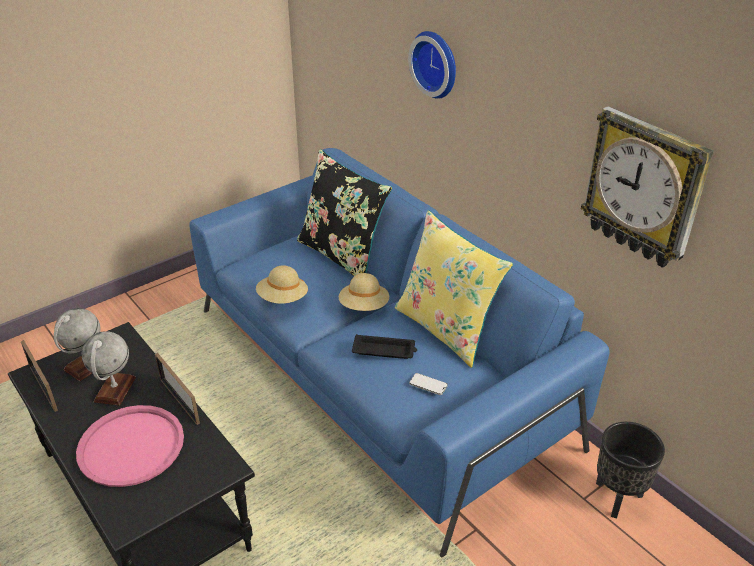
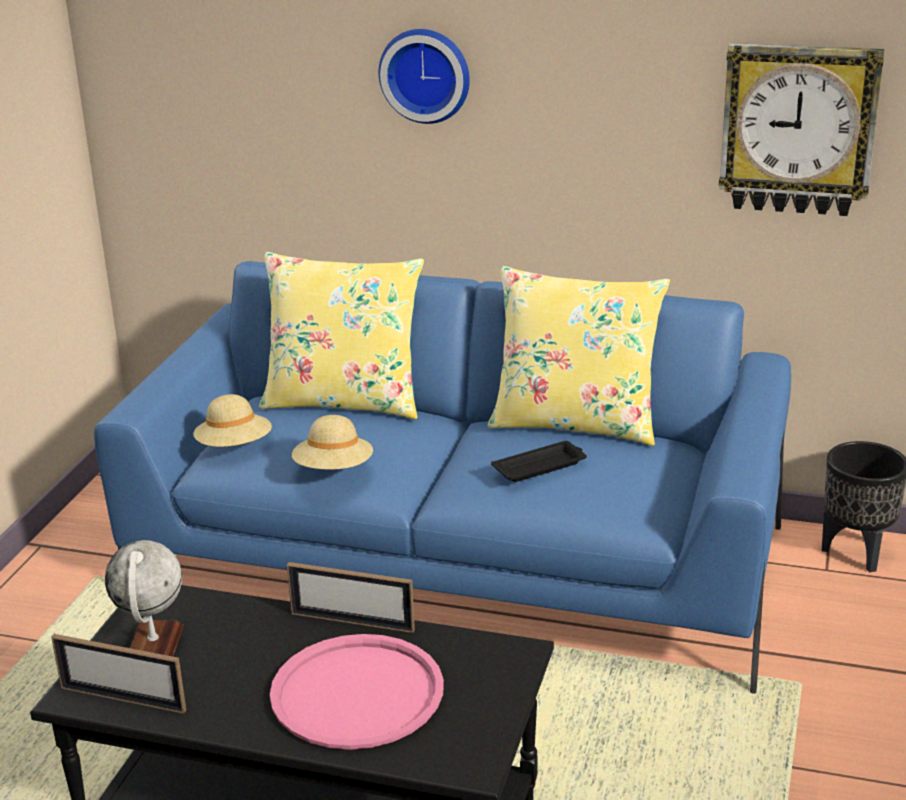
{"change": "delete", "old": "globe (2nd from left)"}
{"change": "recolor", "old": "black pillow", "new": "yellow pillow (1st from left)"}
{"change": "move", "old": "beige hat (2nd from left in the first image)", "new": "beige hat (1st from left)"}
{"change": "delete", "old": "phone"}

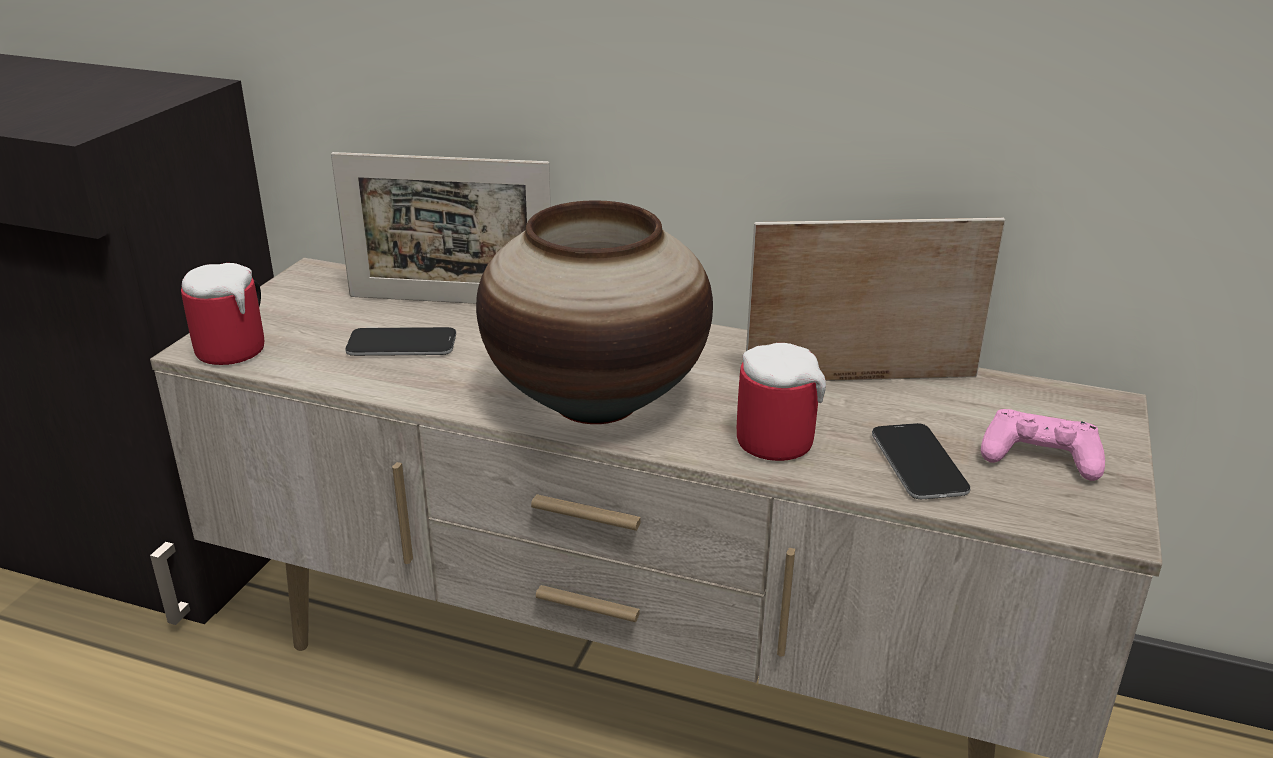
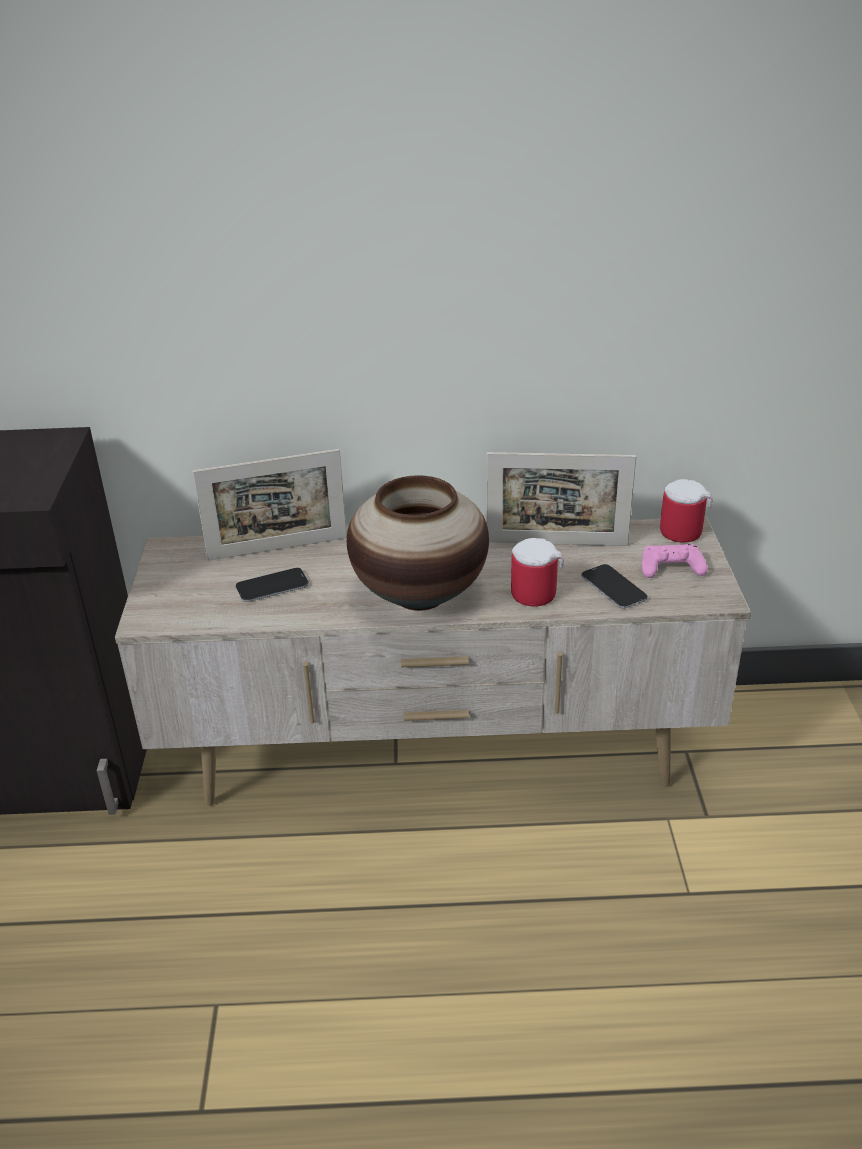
{"change": "move", "old": "mug (1st from left in the first image)", "new": "mug (2nd from left)"}
{"change": "rotate", "old": "picture frame (2nd from left)", "degrees": -150}

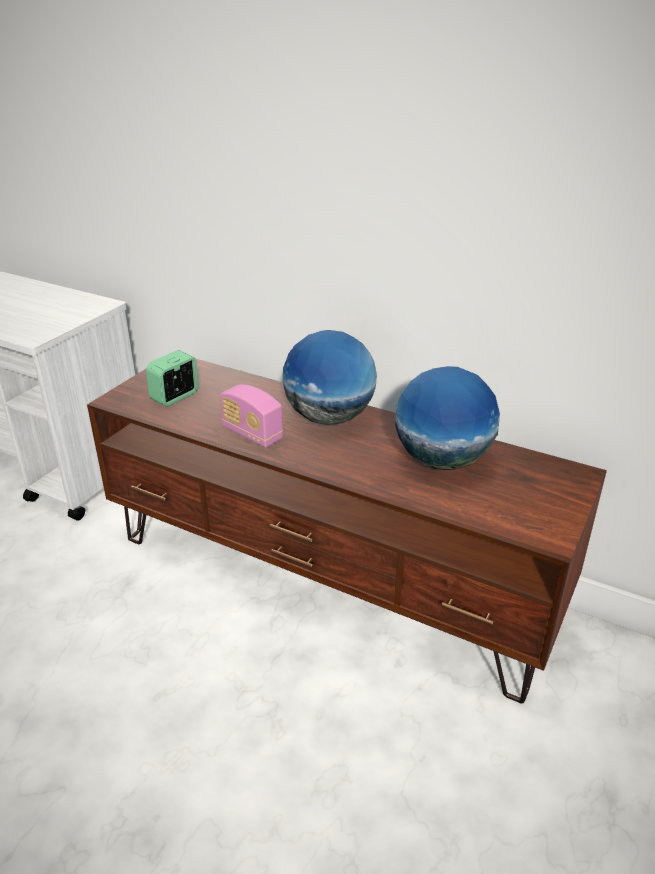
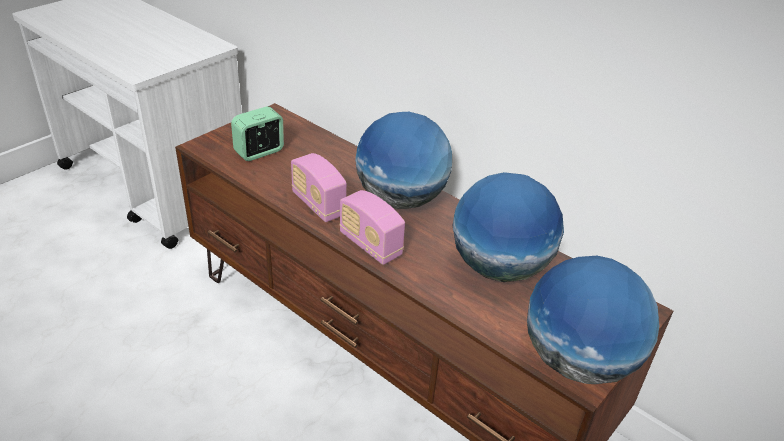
{"change": "insert", "new": "radio (2nd from left)"}
{"change": "insert", "new": "globe (3rd from left)"}

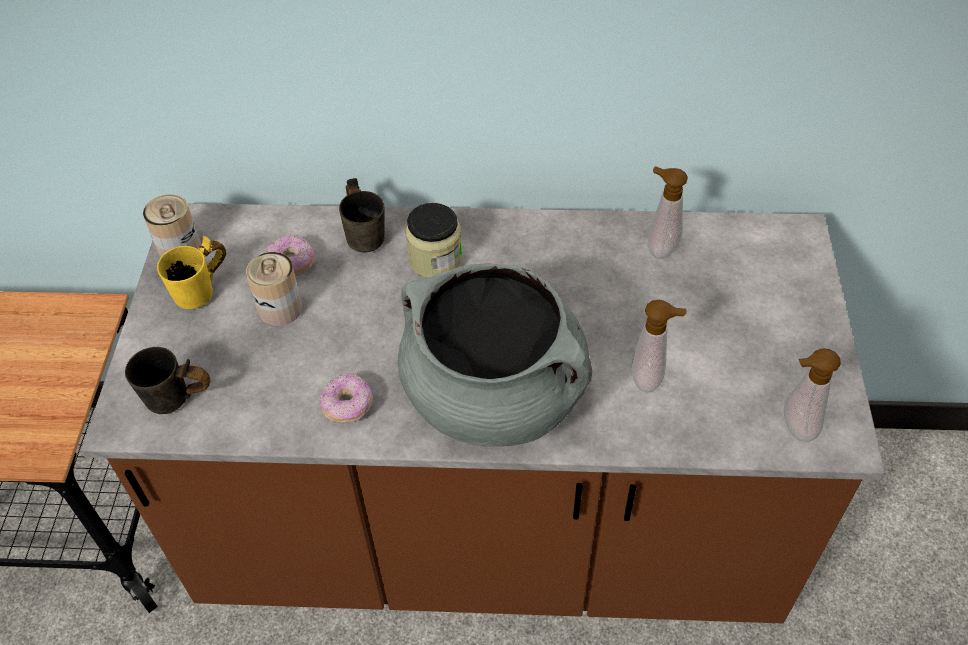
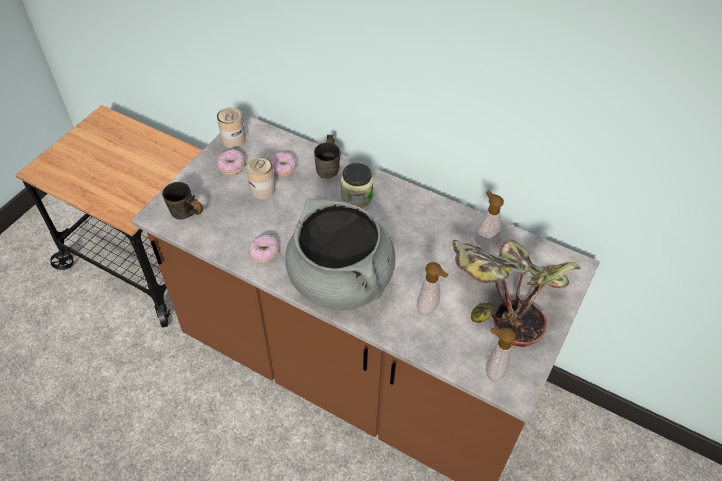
{"change": "replace", "old": "yellow mug", "new": "donut (1st from left)"}
{"change": "insert", "new": "potted plant"}

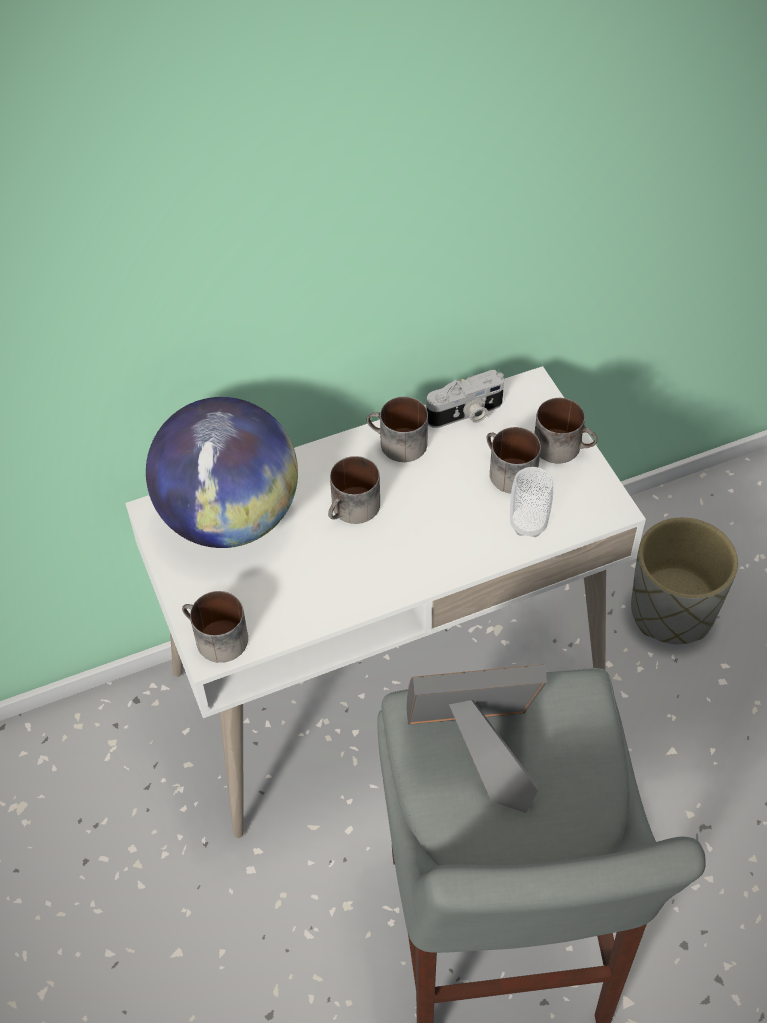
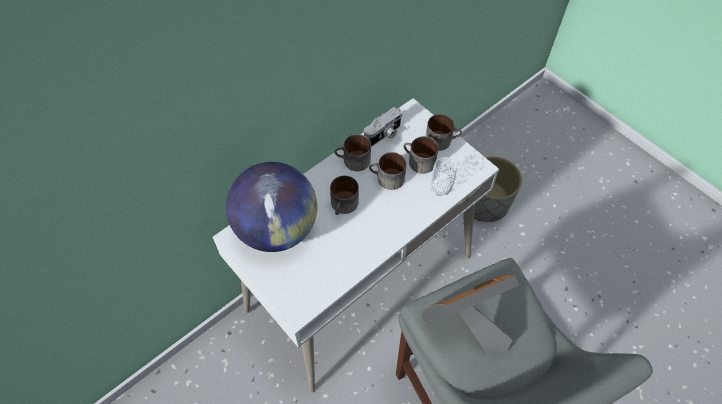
{"change": "move", "old": "mug (1st from left in the first image)", "new": "mug (3rd from left)"}

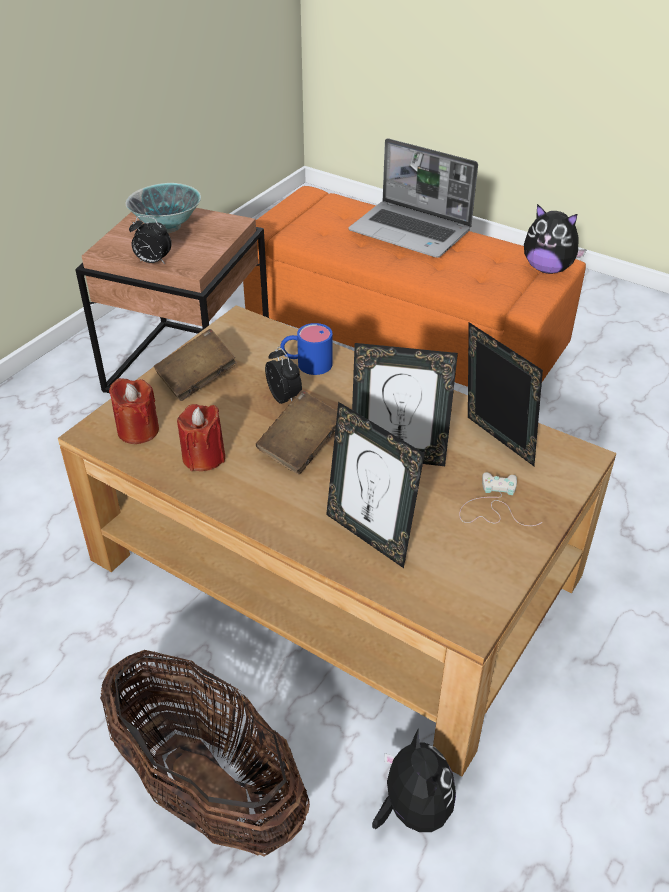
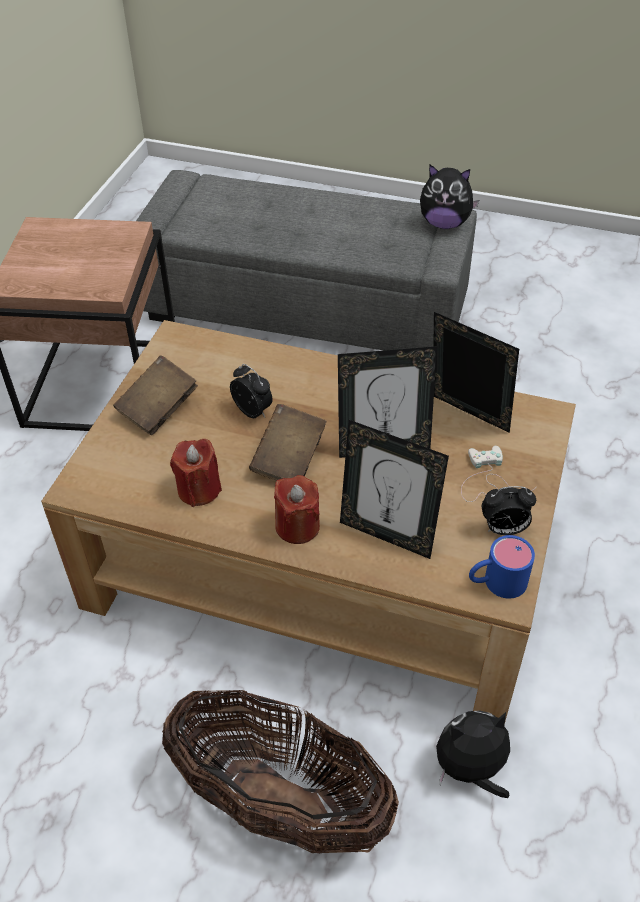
{"change": "move", "old": "red candle (1st from left in the first image)", "new": "red candle (2nd from left)"}
{"change": "delete", "old": "bowl"}
{"change": "move", "old": "alarm clock (1st from left in the first image)", "new": "alarm clock (2nd from left)"}
{"change": "recolor", "old": "orange ottoman", "new": "grey ottoman"}
{"change": "move", "old": "blue mug"}
{"change": "delete", "old": "laptop"}
{"change": "rotate", "old": "plush toy (1st from left in the first image)", "degrees": -75}

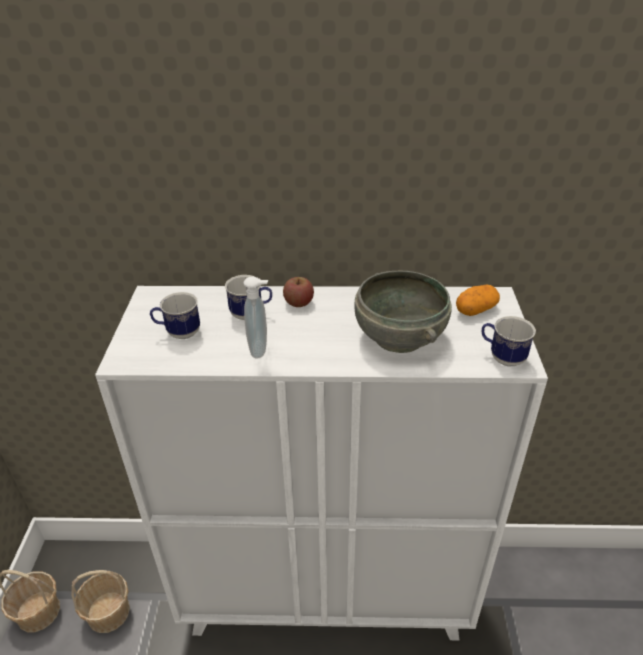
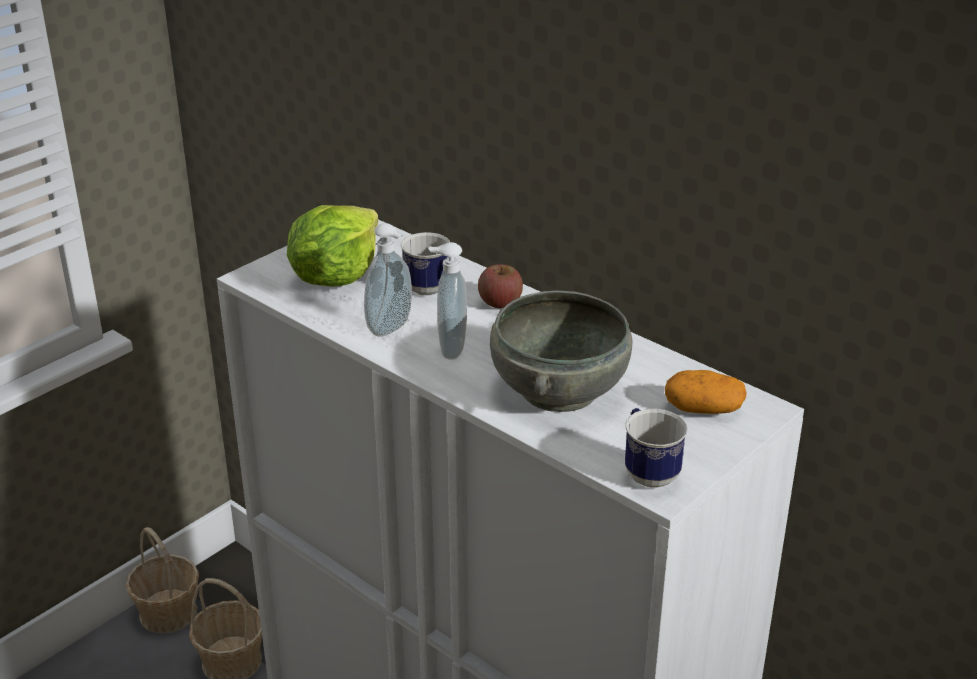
{"change": "replace", "old": "mug (1st from left)", "new": "lettuce"}
{"change": "insert", "new": "soap dispenser (2nd from left)"}

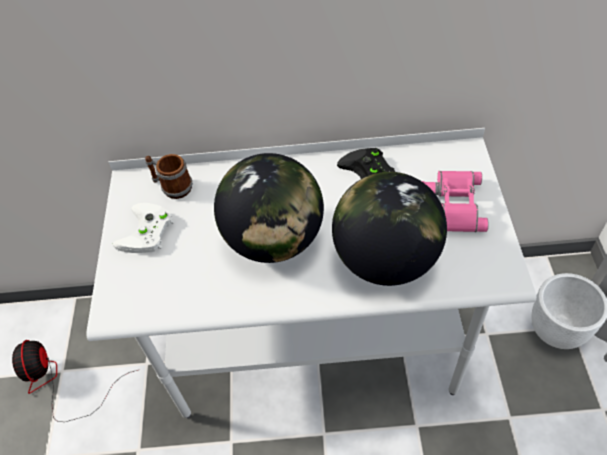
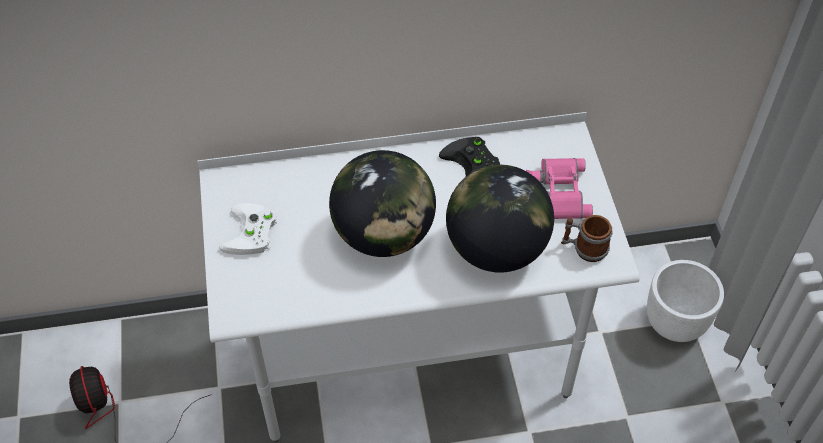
{"change": "move", "old": "mug"}

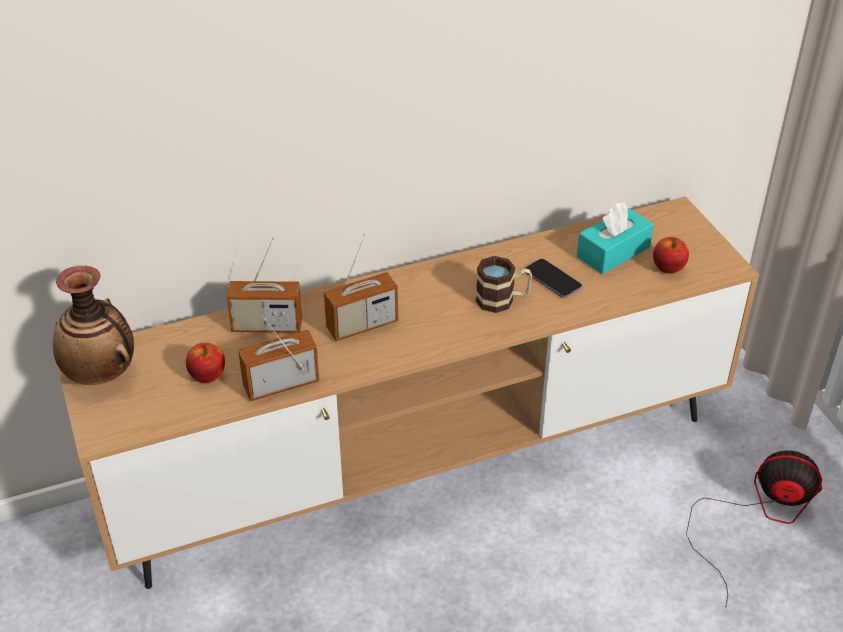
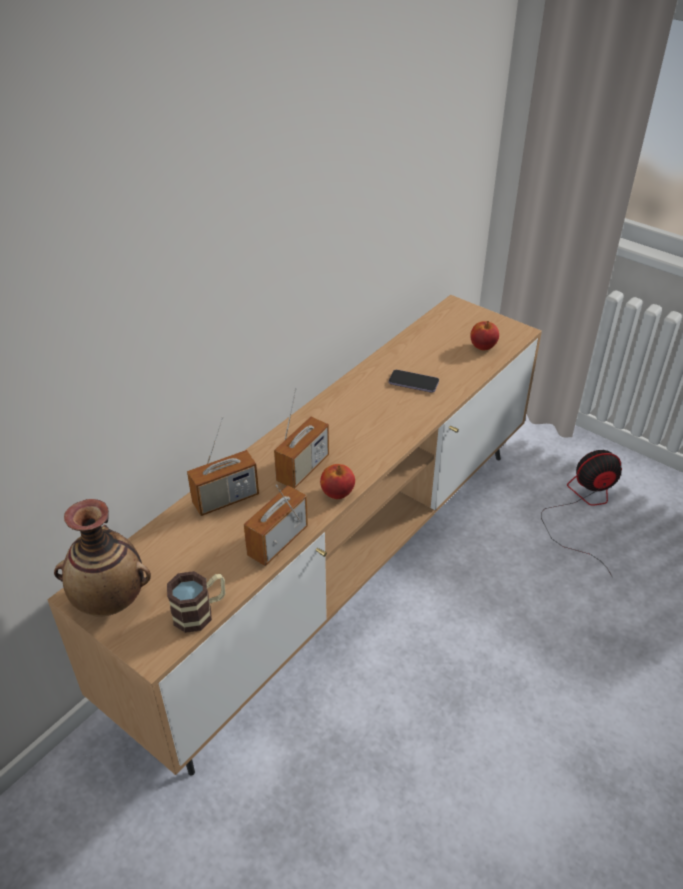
{"change": "move", "old": "apple (1st from left)"}
{"change": "move", "old": "mug"}
{"change": "delete", "old": "turquoise tissue box"}

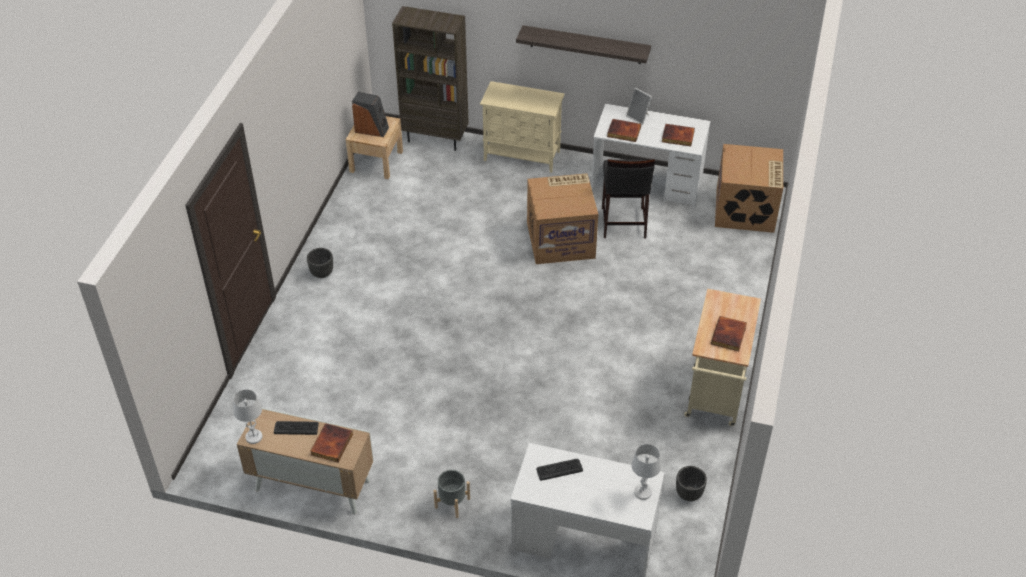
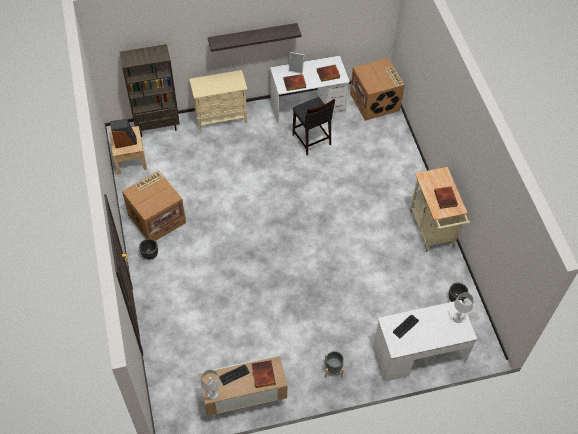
{"change": "move", "old": "cardboard box (1st from left)"}

